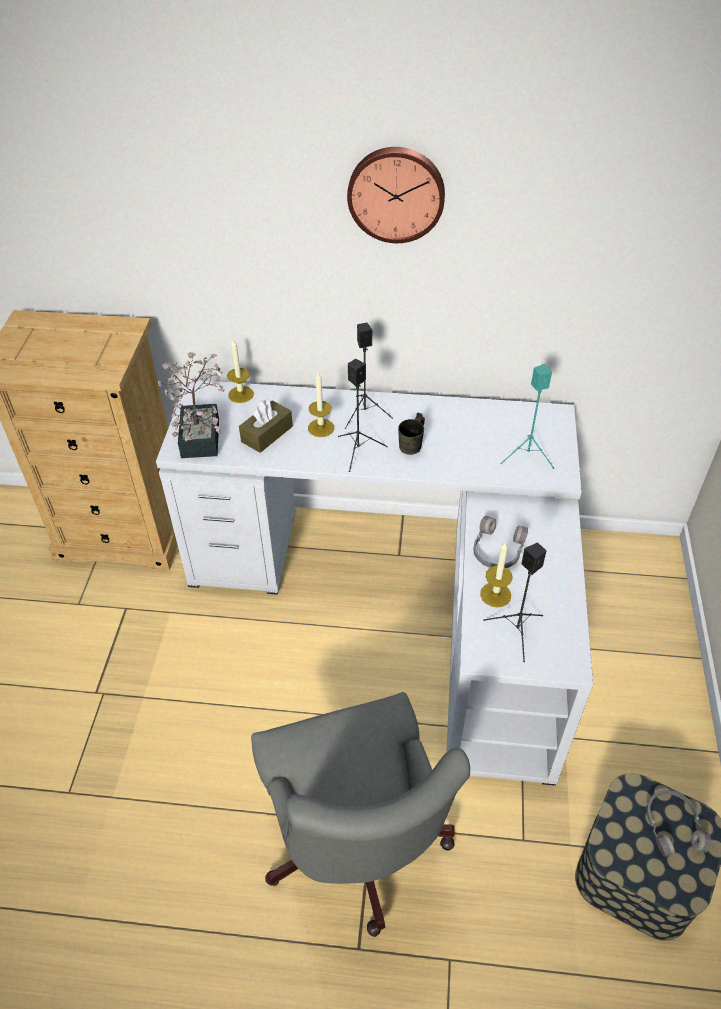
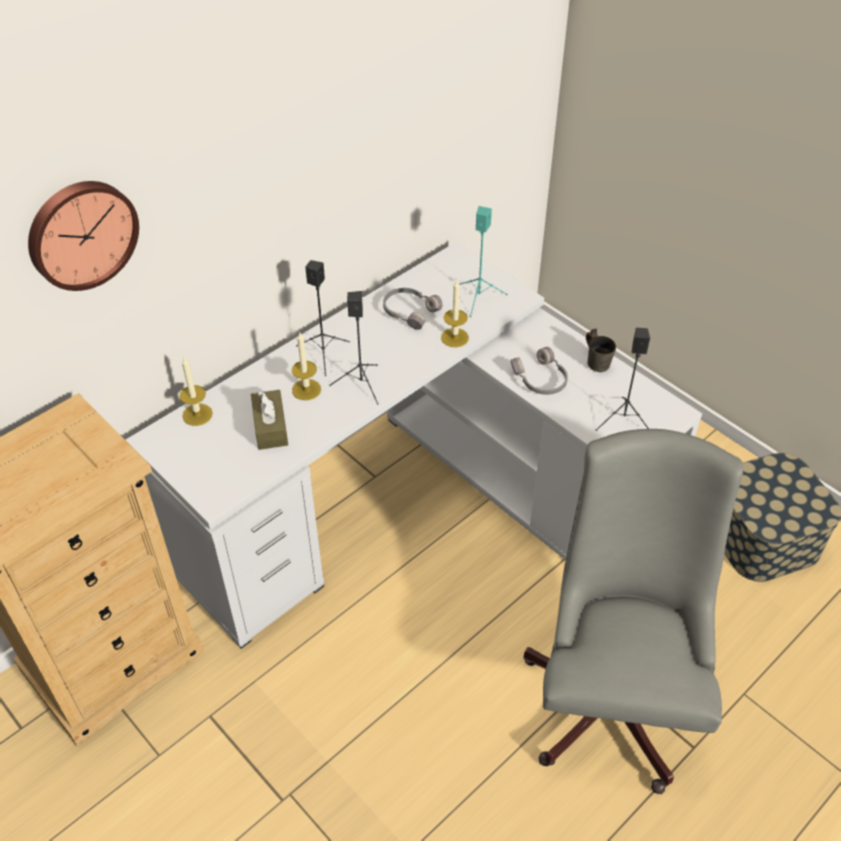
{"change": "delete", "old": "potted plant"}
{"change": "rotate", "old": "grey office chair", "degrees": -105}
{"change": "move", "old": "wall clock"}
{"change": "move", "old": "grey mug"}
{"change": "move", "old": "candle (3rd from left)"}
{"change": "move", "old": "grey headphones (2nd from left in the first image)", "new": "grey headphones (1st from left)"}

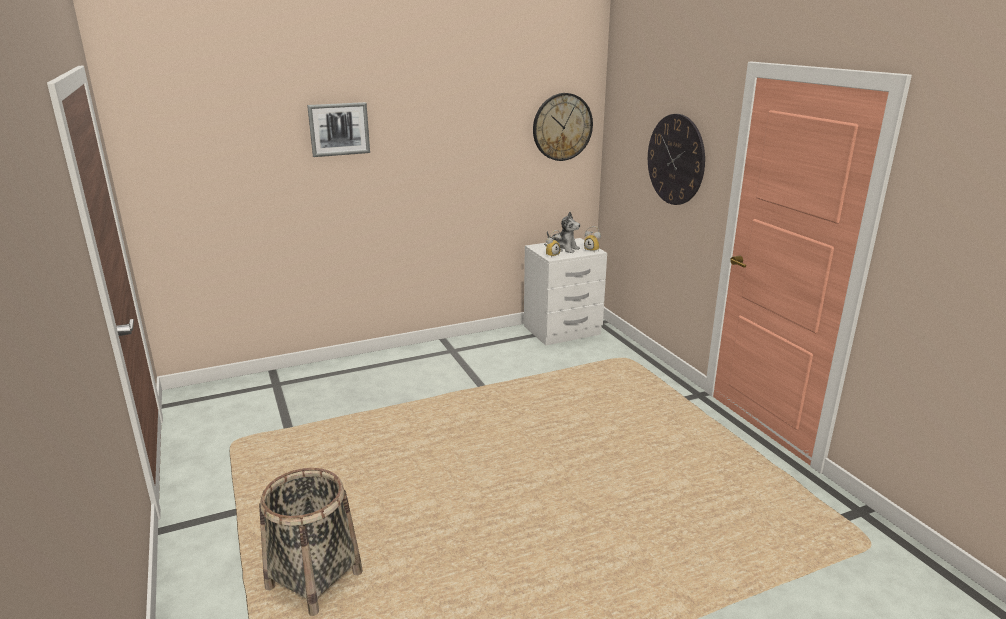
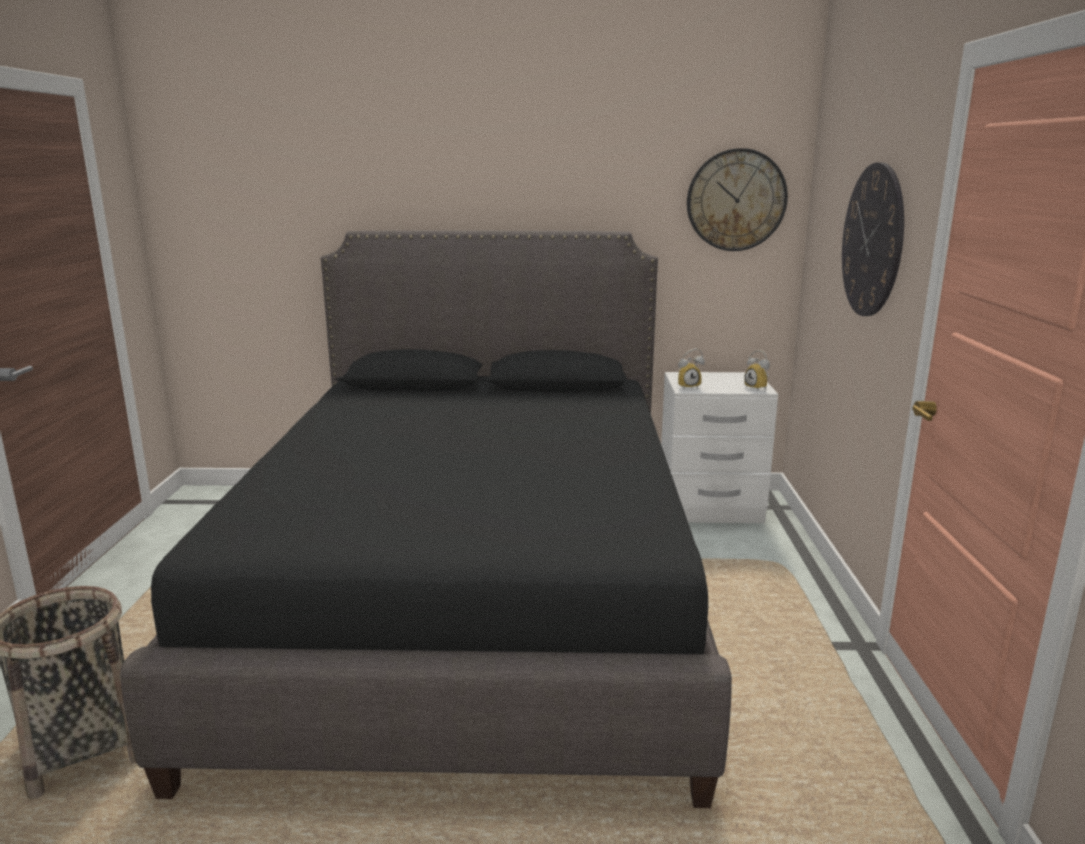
{"change": "delete", "old": "picture"}
{"change": "delete", "old": "plush toy"}
{"change": "insert", "new": "black bed"}

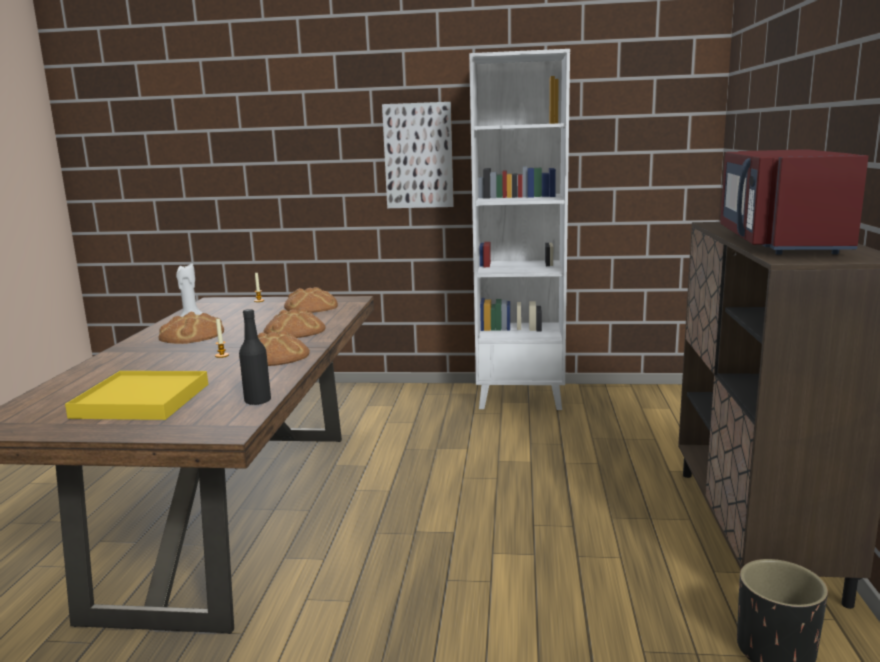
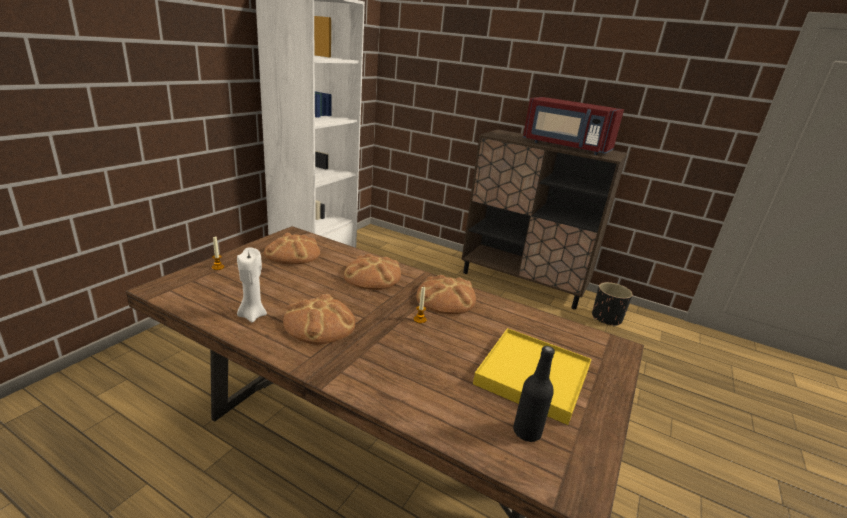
{"change": "move", "old": "black bottle"}
{"change": "delete", "old": "picture"}

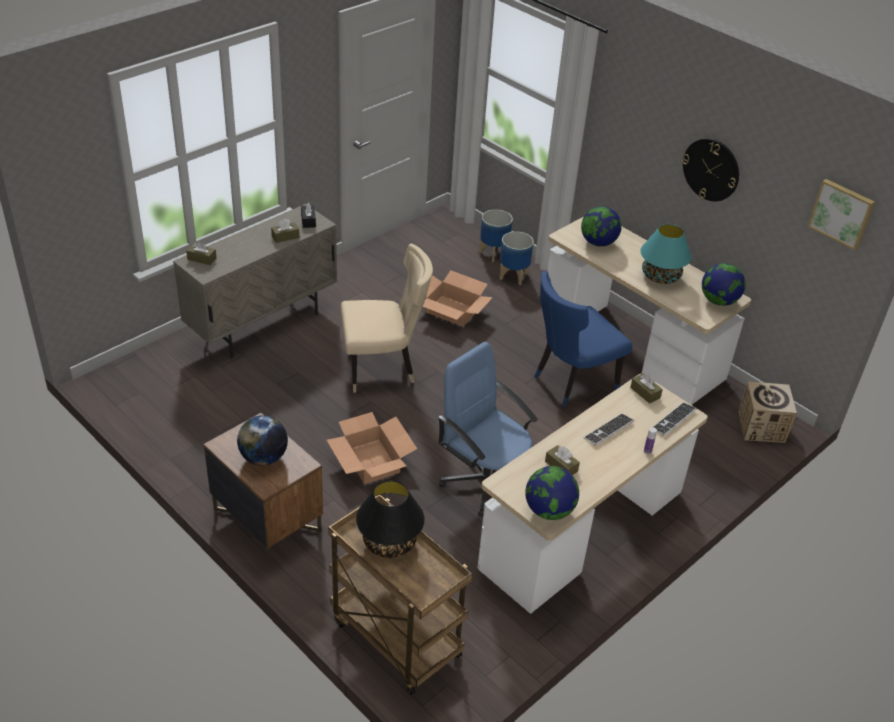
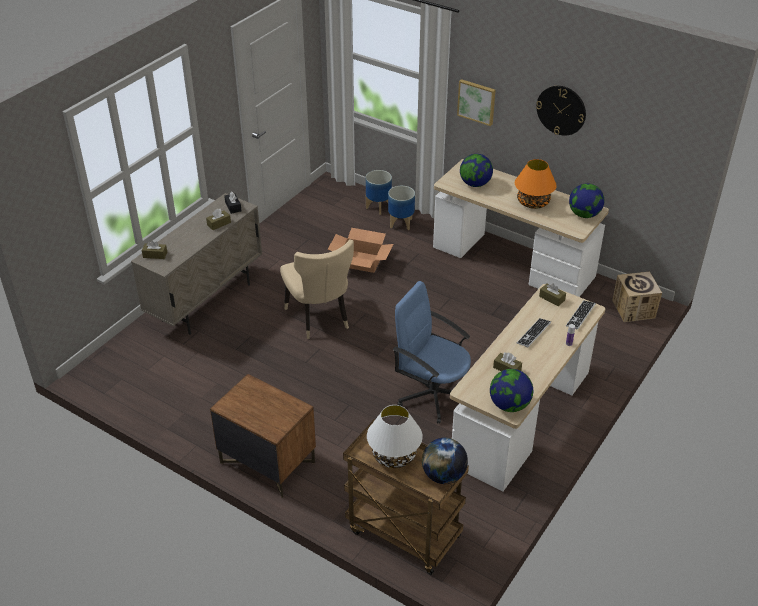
{"change": "move", "old": "globe (1st from left)"}
{"change": "delete", "old": "cardboard box (1st from left)"}
{"change": "rotate", "old": "beige chair", "degrees": 90}
{"change": "recolor", "old": "black table lamp", "new": "white table lamp"}
{"change": "delete", "old": "blue chair"}
{"change": "recolor", "old": "turquoise table lamp", "new": "orange table lamp"}
{"change": "move", "old": "picture"}

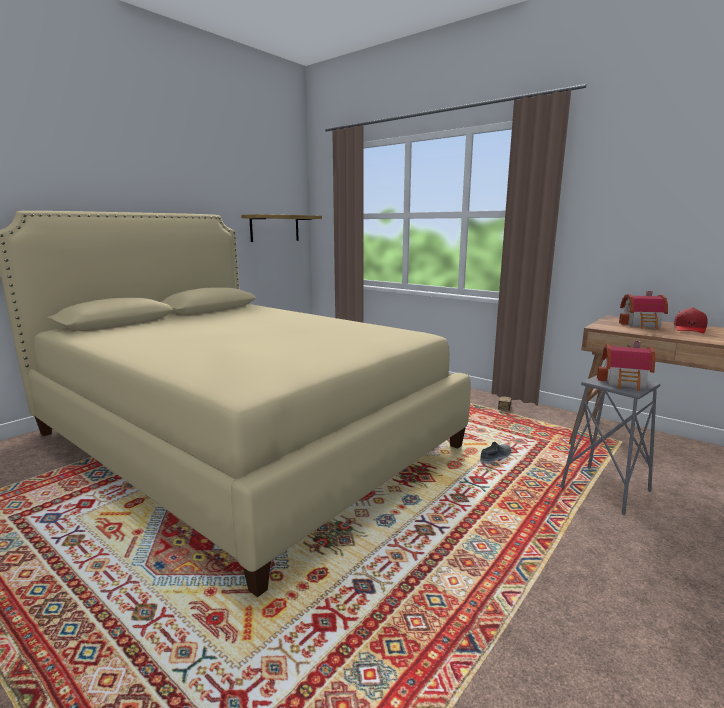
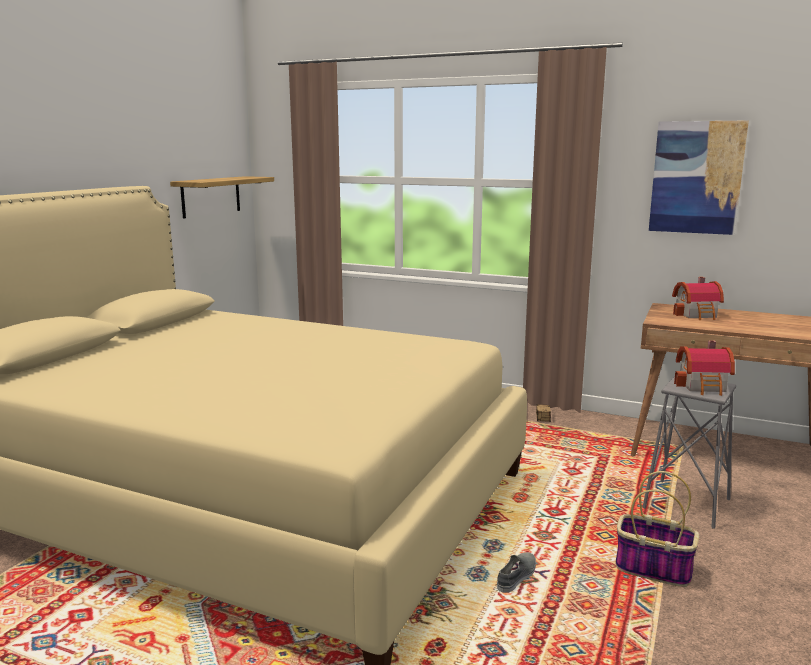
{"change": "move", "old": "grey shoe"}
{"change": "delete", "old": "red cap"}
{"change": "insert", "new": "basket"}
{"change": "insert", "new": "picture"}

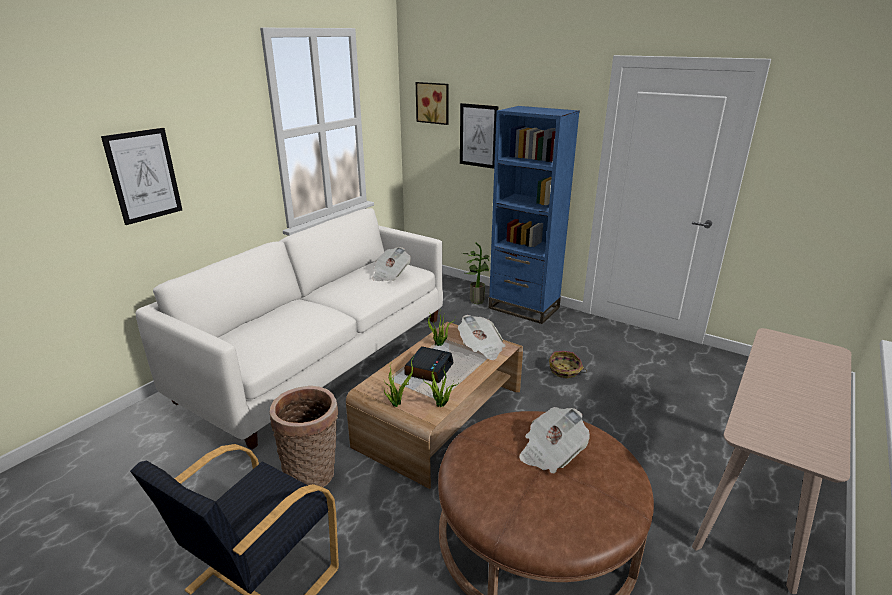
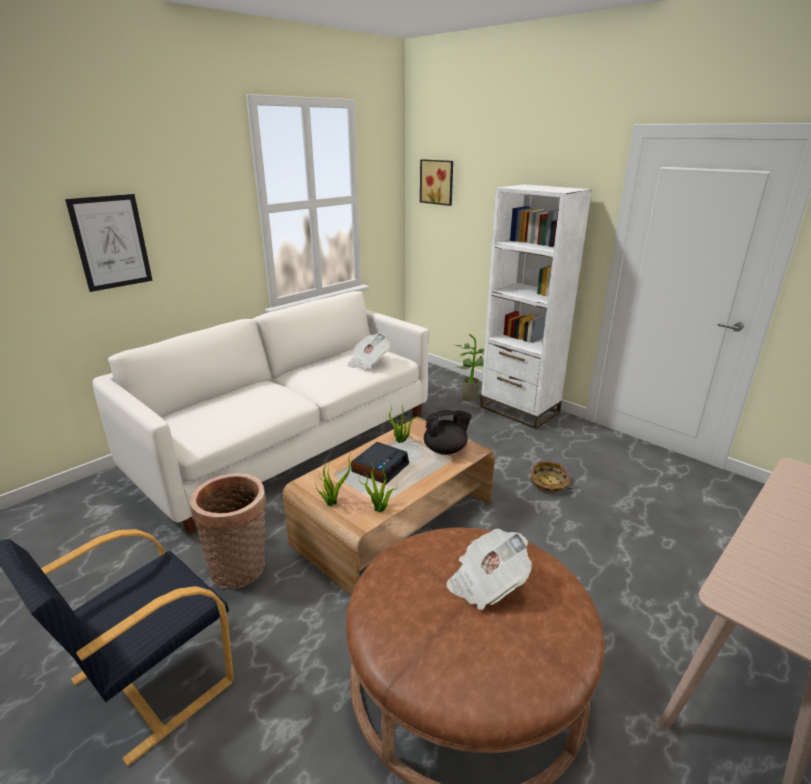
{"change": "replace", "old": "newspaper (2nd from left)", "new": "black teapot"}
{"change": "delete", "old": "picture (3rd from left)"}
{"change": "recolor", "old": "blue bookcase", "new": "white bookcase"}

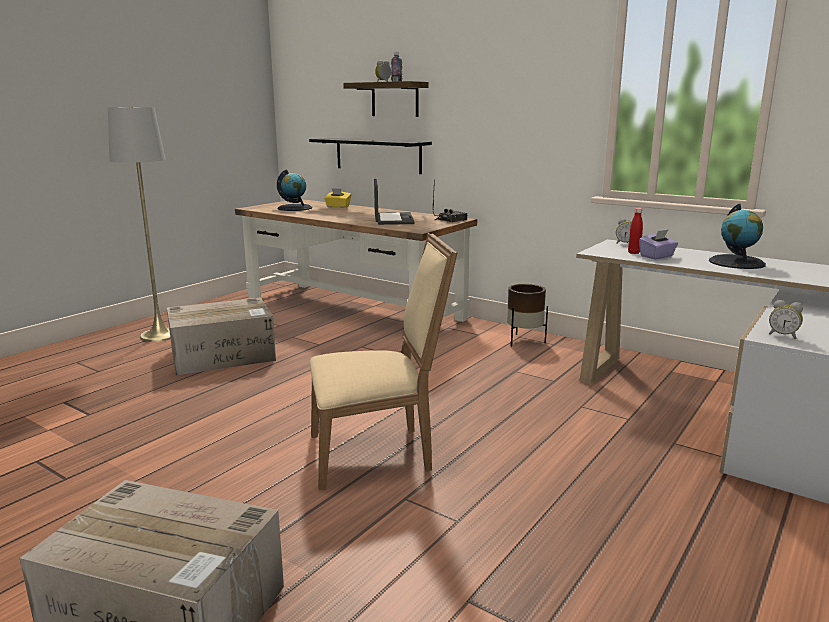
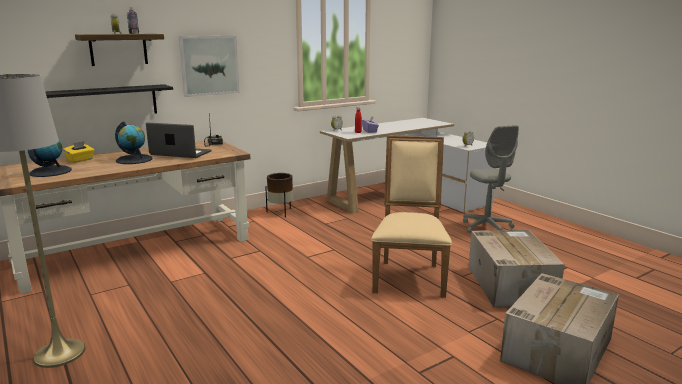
{"change": "move", "old": "cardboard box (2nd from left in the first image)", "new": "cardboard box (1st from left)"}
{"change": "move", "old": "globe (2nd from left)"}
{"change": "insert", "new": "picture"}
{"change": "insert", "new": "grey office chair"}

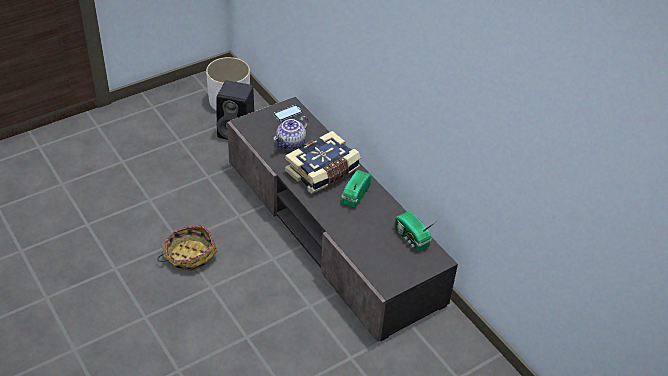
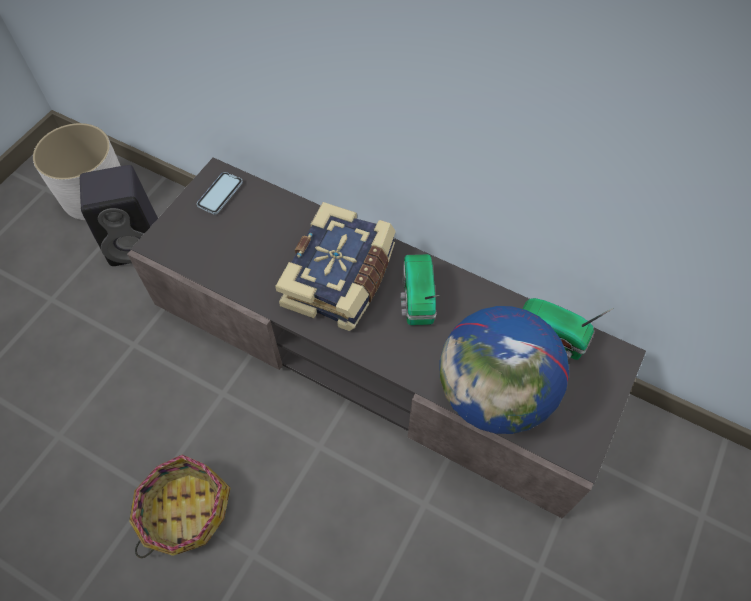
{"change": "delete", "old": "teapot"}
{"change": "insert", "new": "globe"}

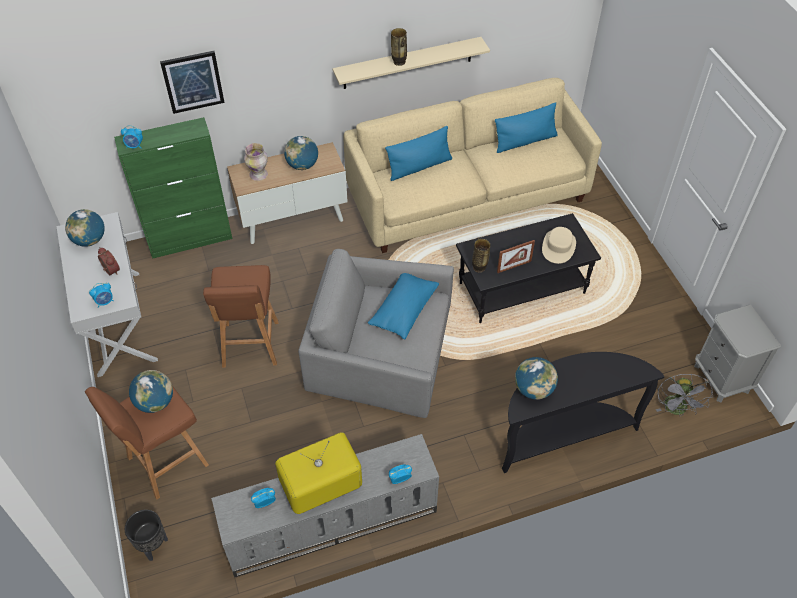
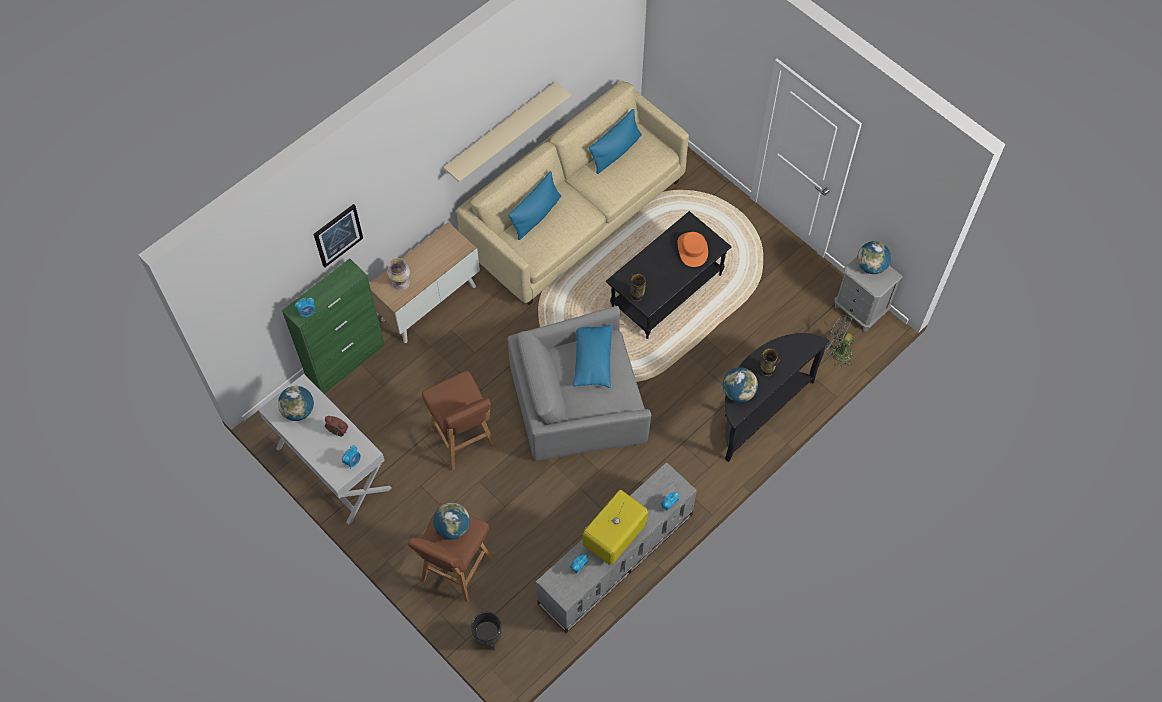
{"change": "move", "old": "globe (3rd from left in the first image)", "new": "globe (4th from left)"}
{"change": "move", "old": "vase (2nd from left in the first image)", "new": "vase (3rd from left)"}
{"change": "delete", "old": "picture frame"}
{"change": "recolor", "old": "beige hat", "new": "orange hat"}
{"change": "rotate", "old": "grey fan", "degrees": 135}

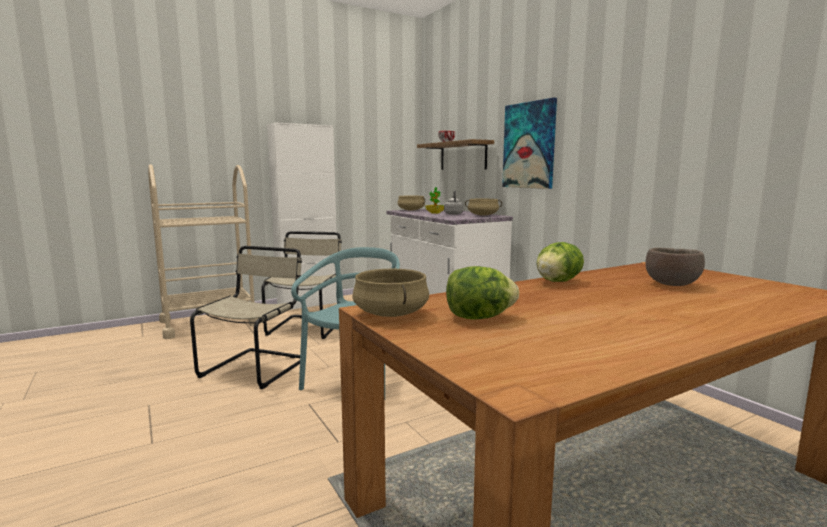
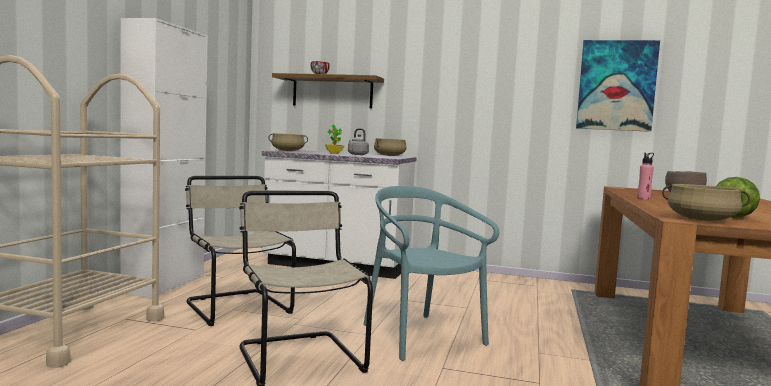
{"change": "move", "old": "picture"}
{"change": "replace", "old": "lettuce (2nd from left)", "new": "pink bottle"}

